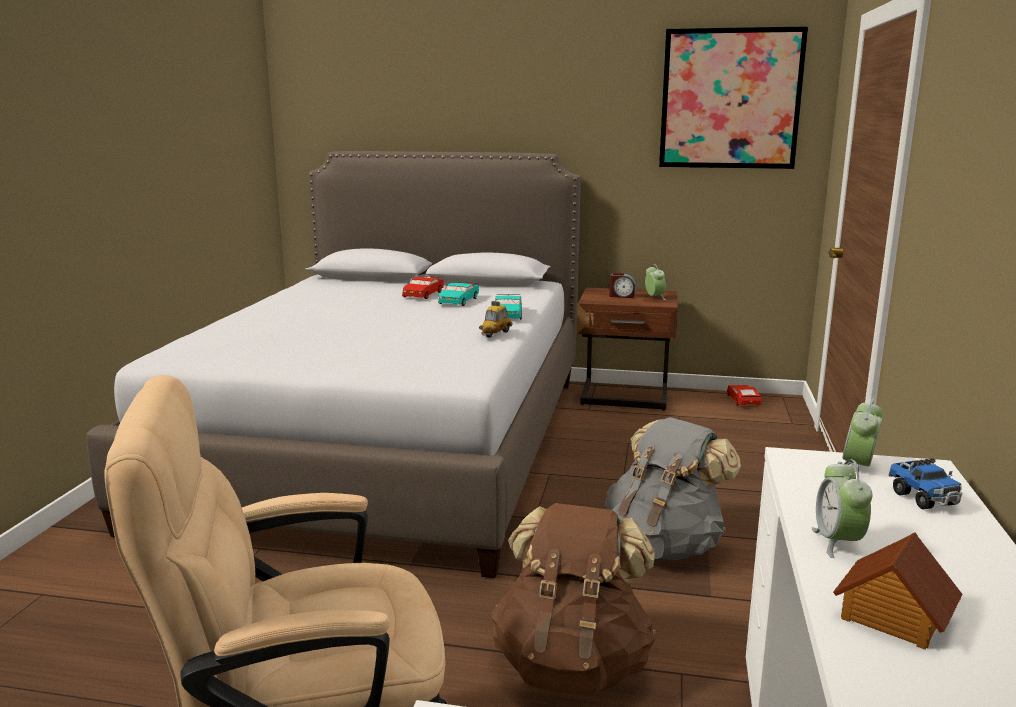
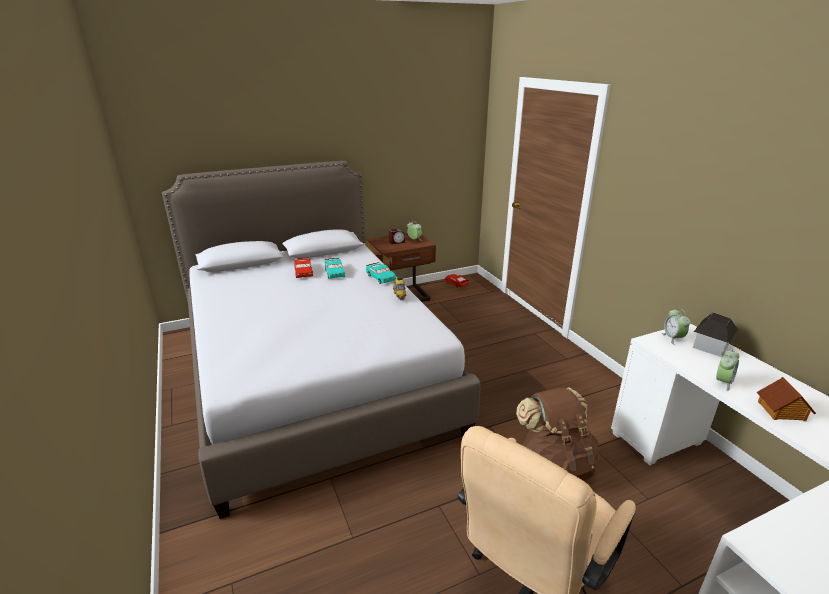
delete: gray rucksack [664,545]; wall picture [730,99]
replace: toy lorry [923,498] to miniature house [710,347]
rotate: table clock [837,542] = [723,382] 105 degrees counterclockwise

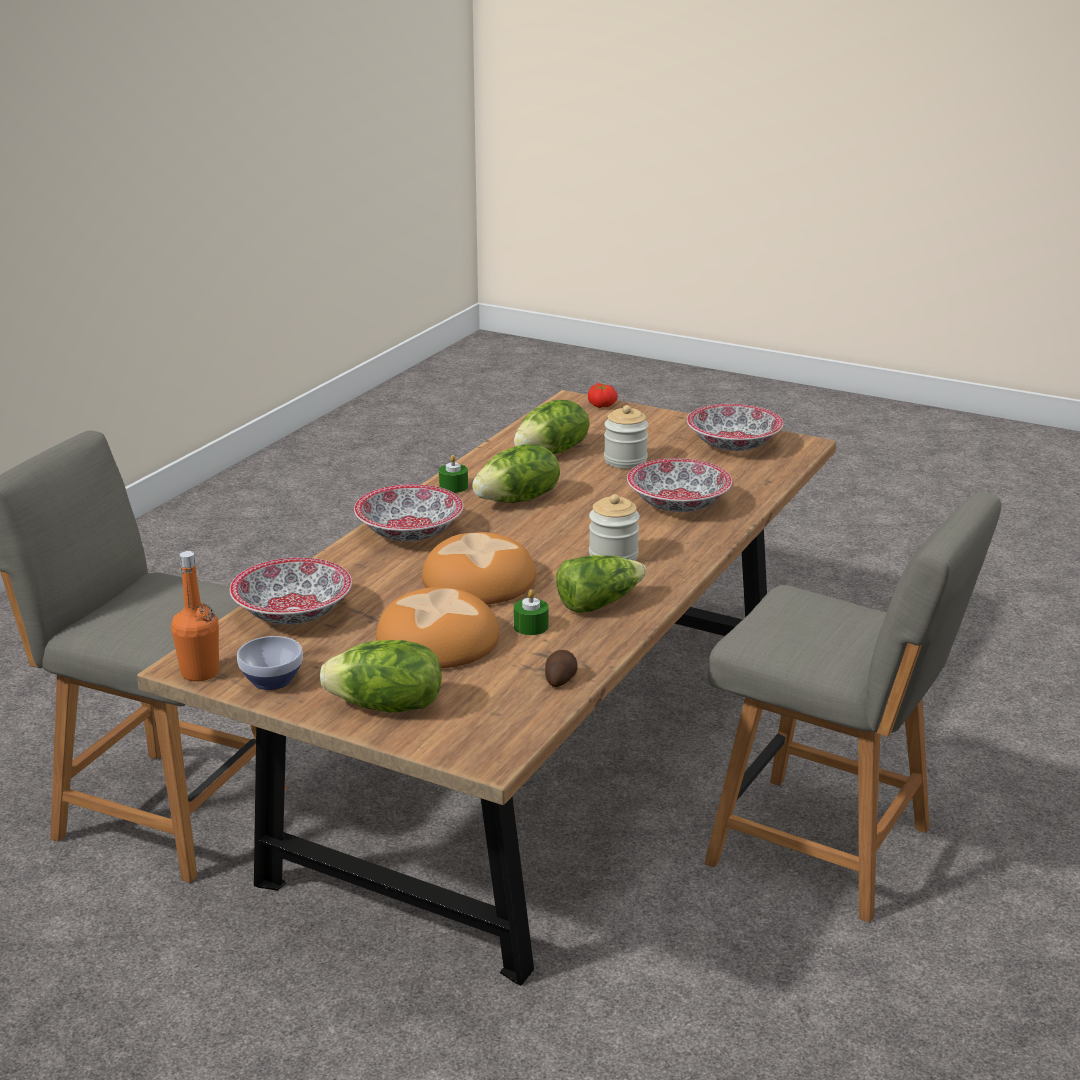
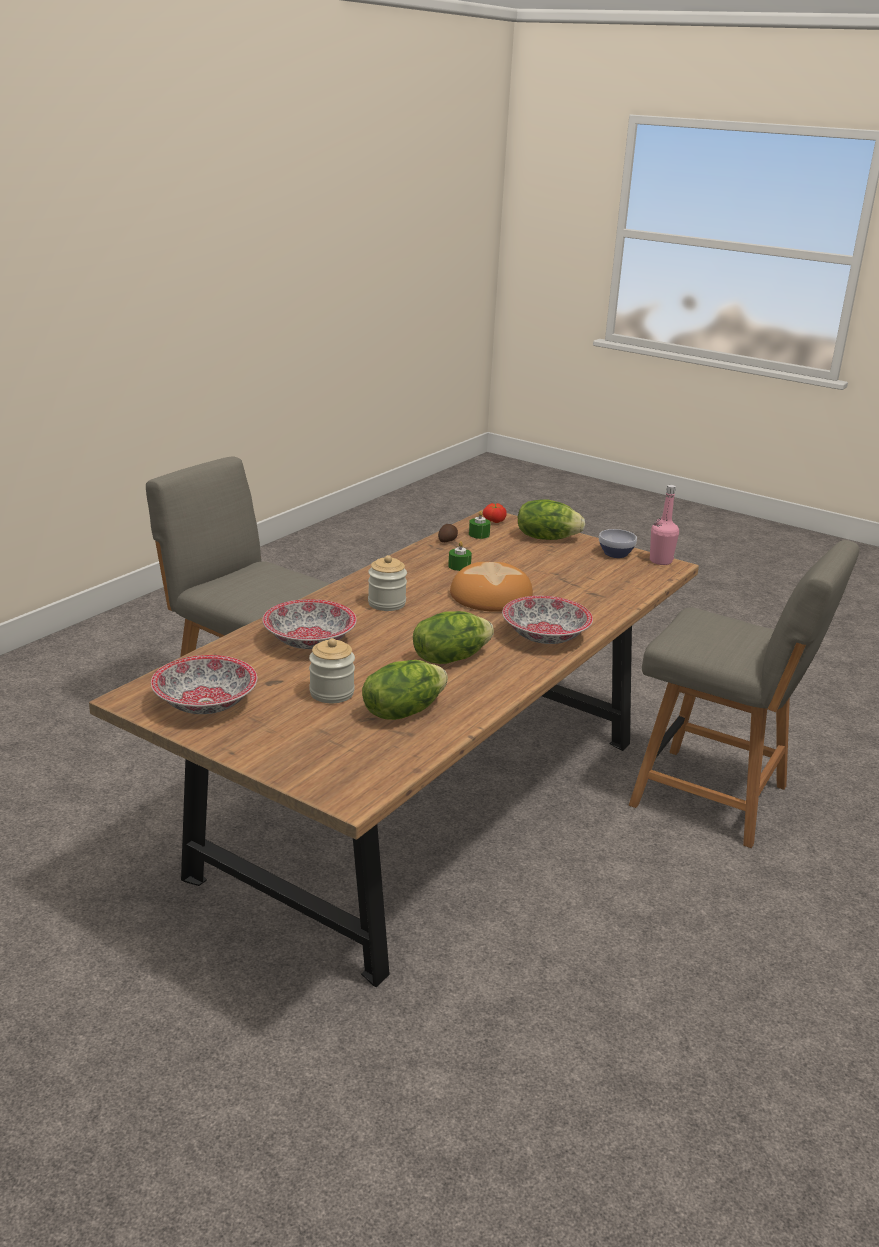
delete: deep dish [293,613]; baked bread [437,641]; lettuce head [598,603]
move: green-coloured wax light [453,487] to [479,534]; fresh tomato [602,405] to [494,520]
recolor: orange-coloured beverage bottle [200,672] to pinkish beverage bottle [660,561]

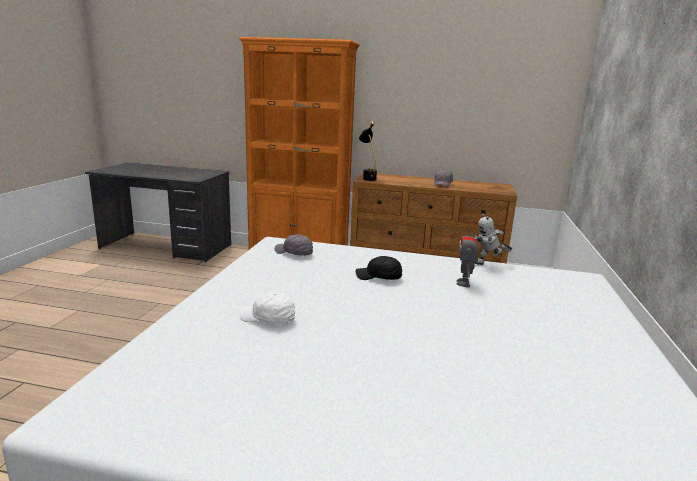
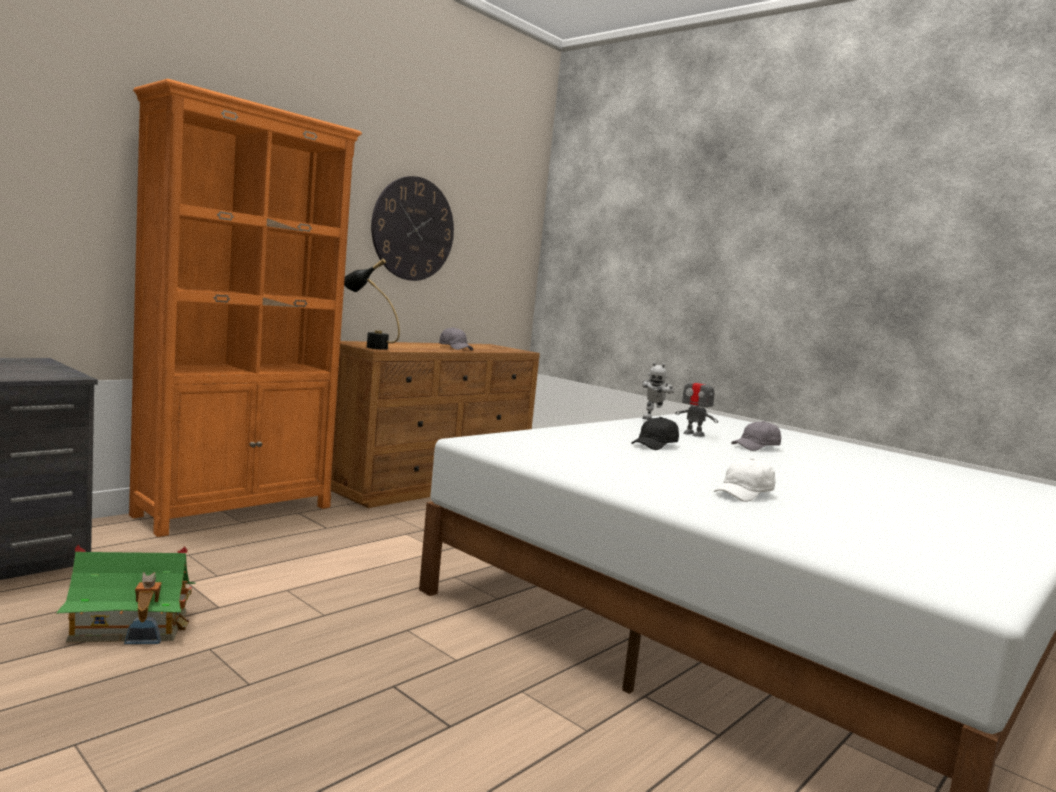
insert: miniature house [130,626]; clock on the wall [413,229]
move: gray cap [294,253] to [756,447]

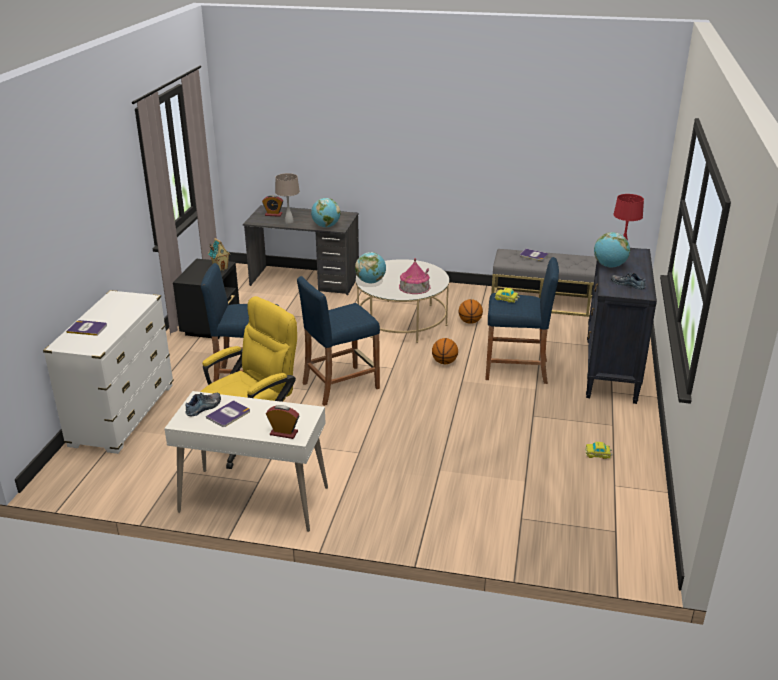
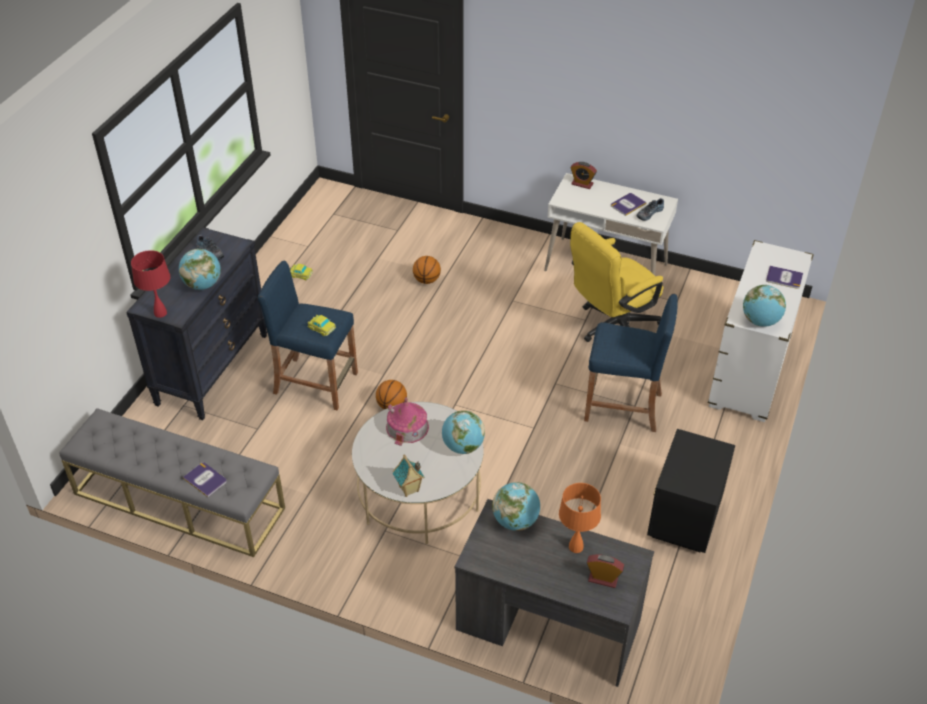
delete: blue-coloured stool seat [340,385]
insert: globe [760,321]
move: miniature house [220,268] to [409,489]; basketball [470,322] to [427,280]
recolor: beige-coloured tabletop lamp [289,222] to orange-coloured tabletop lamp [576,547]

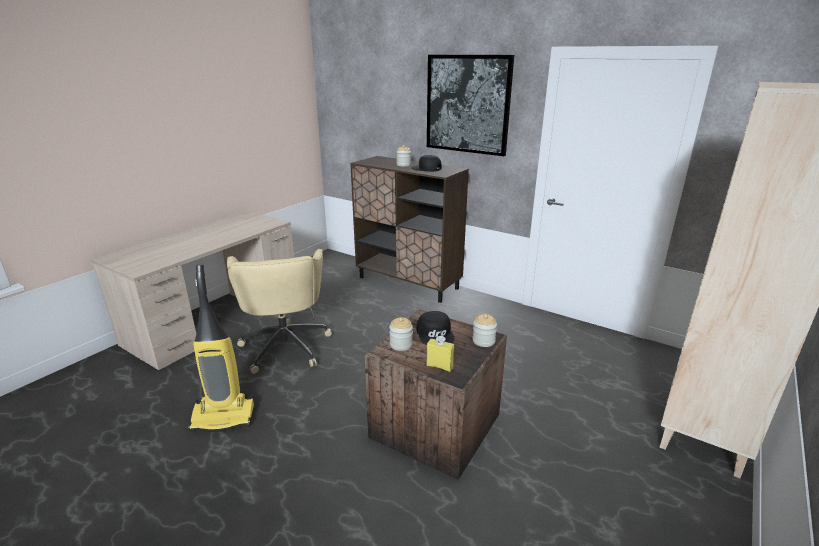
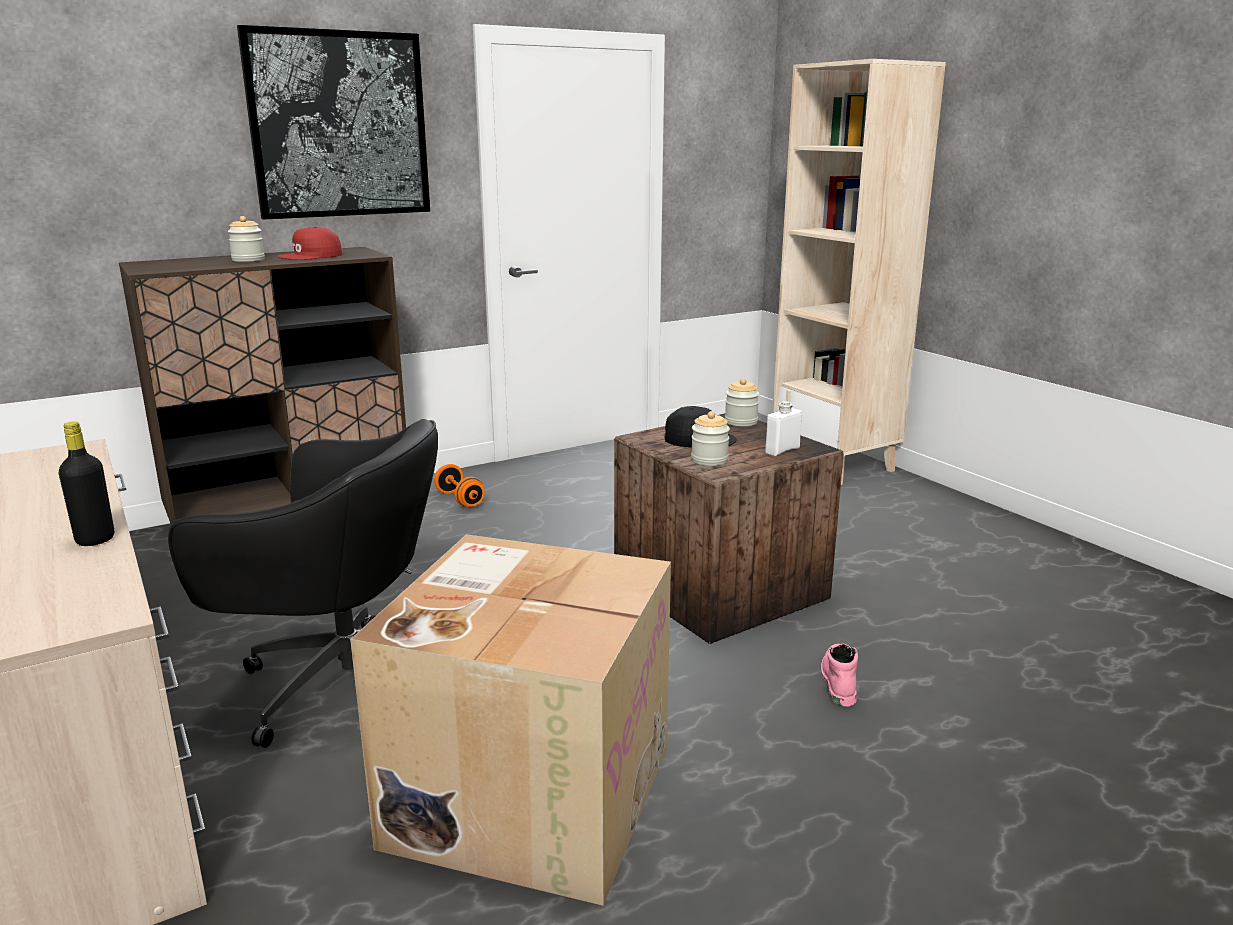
insert: black beverage bottle [95,539]; orange-coloured hand weight [460,500]; pinkish boot [838,681]
replace: hoover [224,416] to carton [529,792]
recolor: beige-coloured computer chair [286,345] to black computer chair [343,684]; black cap [426,168] to reddish cap [311,256]; yellowish beverage bottle [439,366] to white-coloured beverage bottle [782,450]

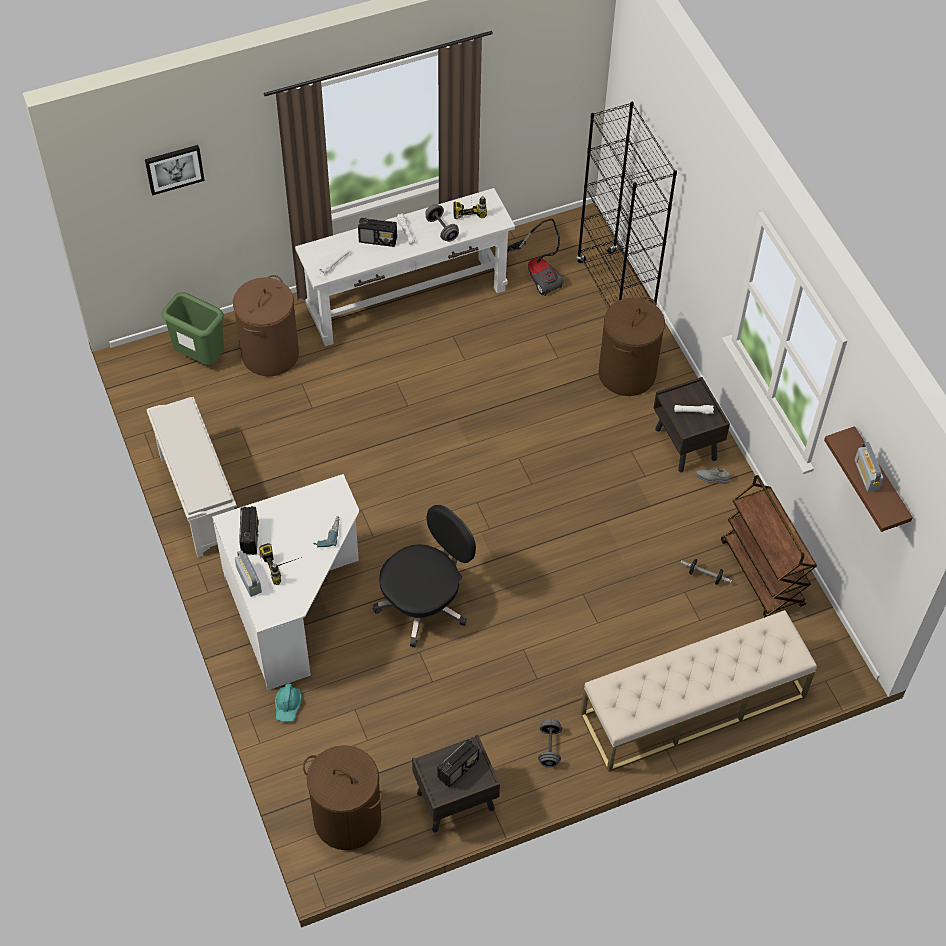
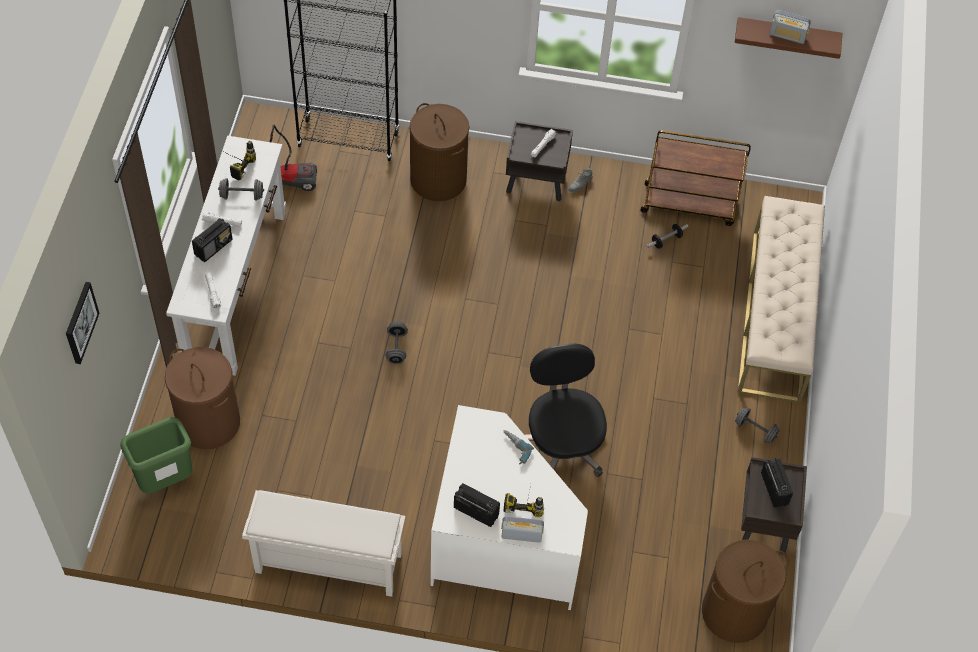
delete: turquoise safety helmet [288,705]
insert: gray hand weight [396,348]

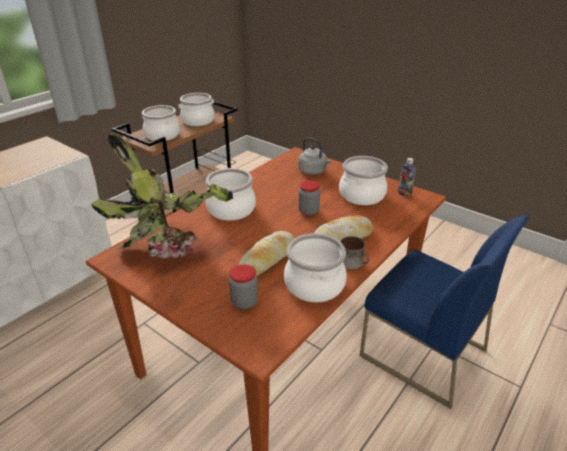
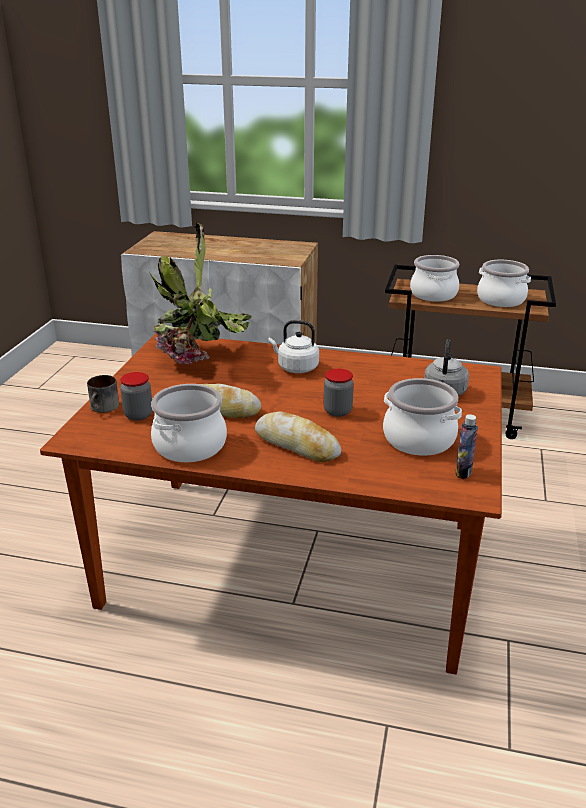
delete: blue-coloured plain chair [422,353]
move: coffee mug [354,263] to [104,408]
replace: stockpot [231,209] to white-coloured kettle [295,368]

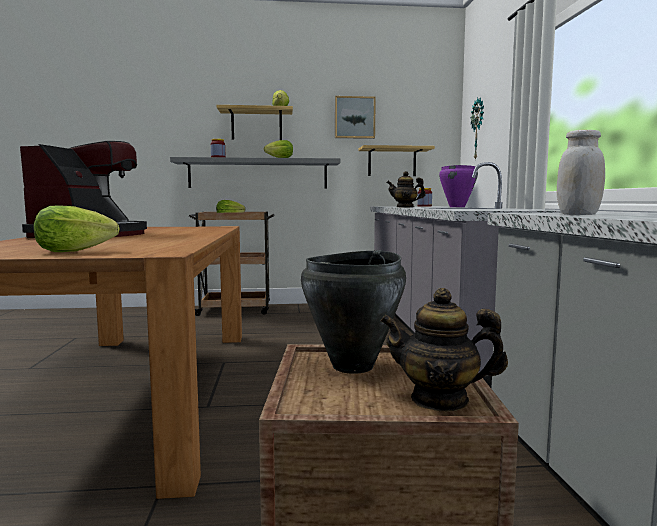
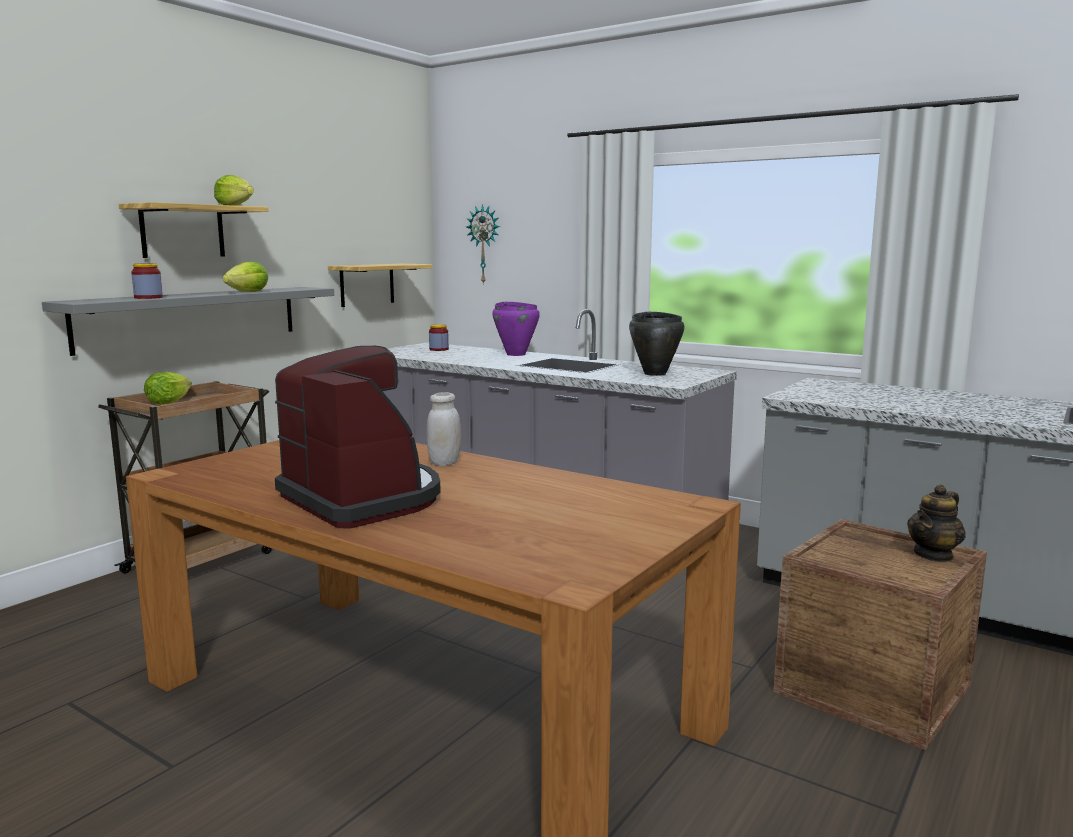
delete: lettuce head [74,251]; wall picture [354,117]; teapot [405,207]
move: white-coloured preserve jar [578,214] to [444,463]; black stockpot [354,366] to [655,373]

